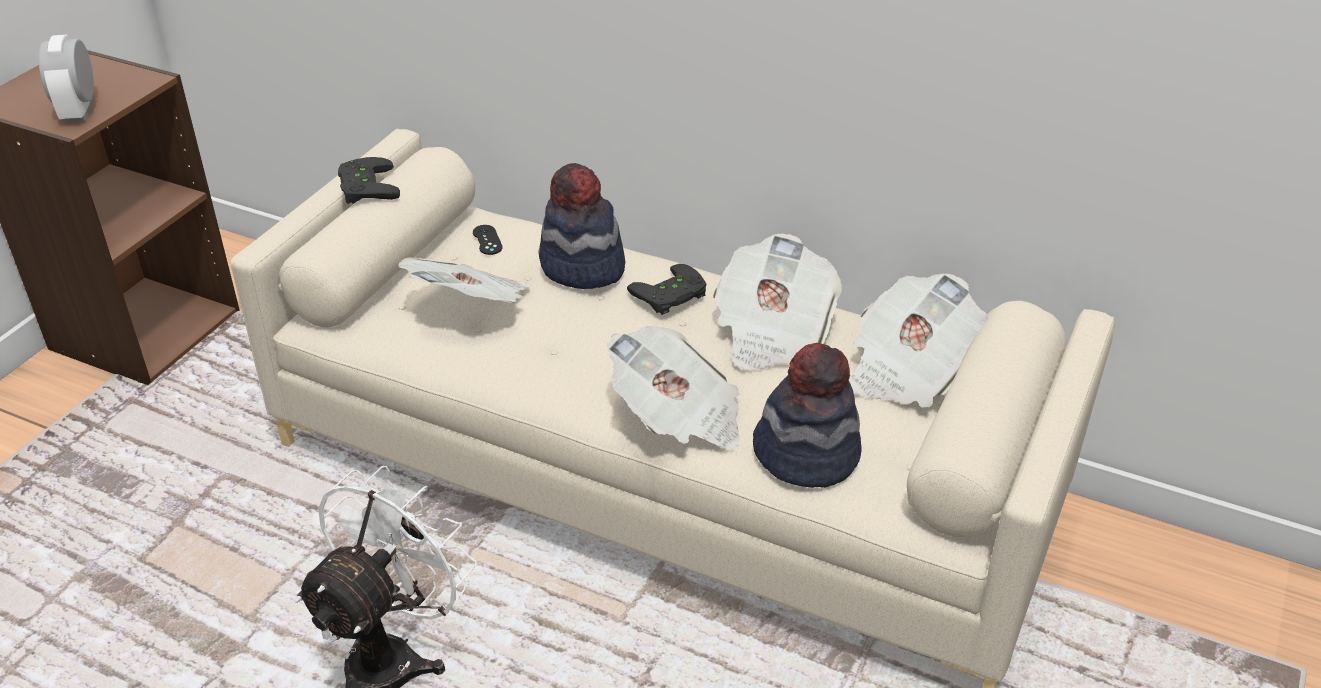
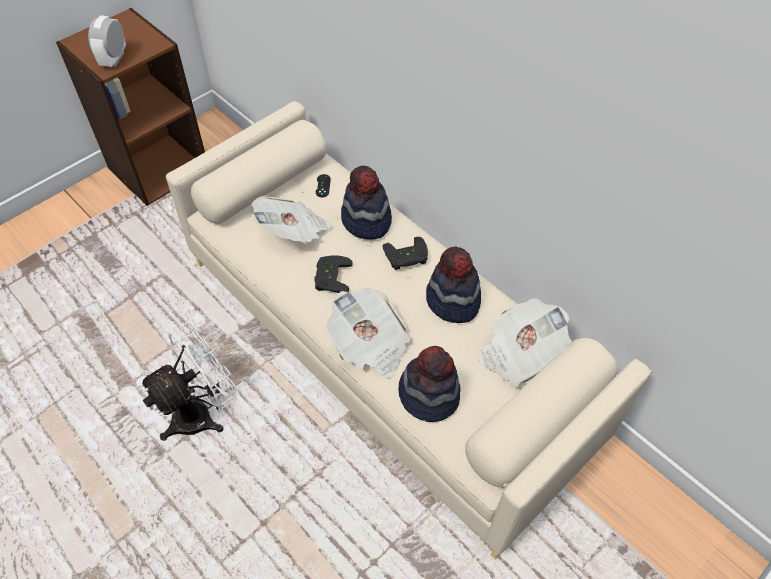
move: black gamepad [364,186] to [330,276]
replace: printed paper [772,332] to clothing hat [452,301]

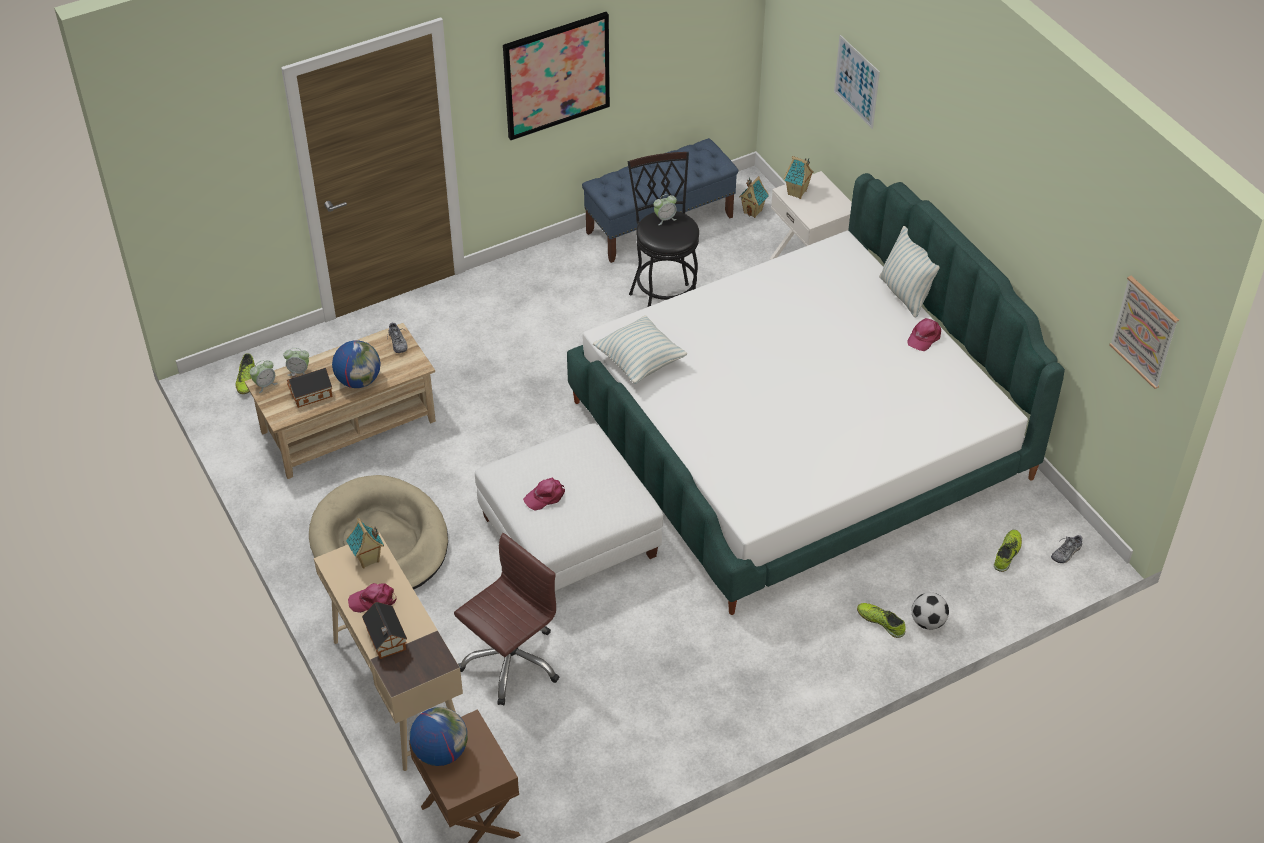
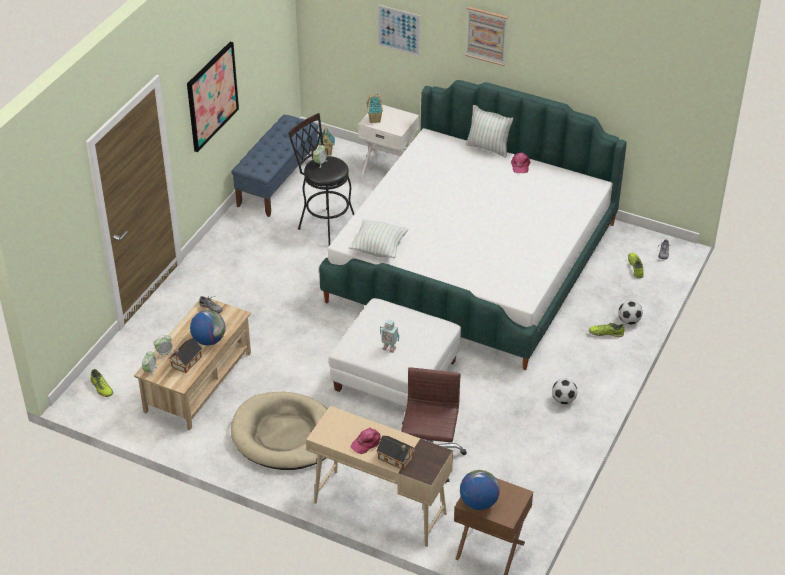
delete: miniature house [367,560]
insert: ball for football [563,400]
move: wall picture [1145,331] to [486,35]
replace: pinkish cap [545,496] to robot figure [389,347]

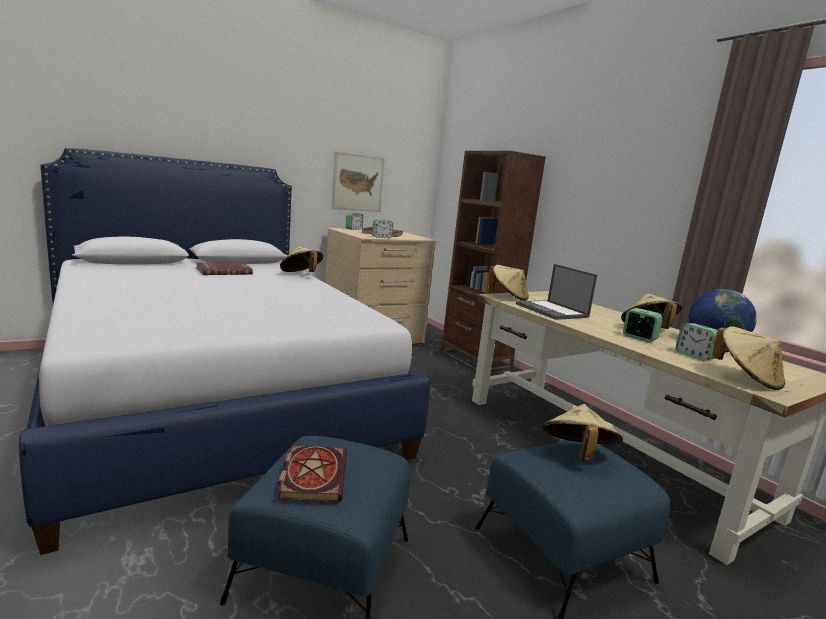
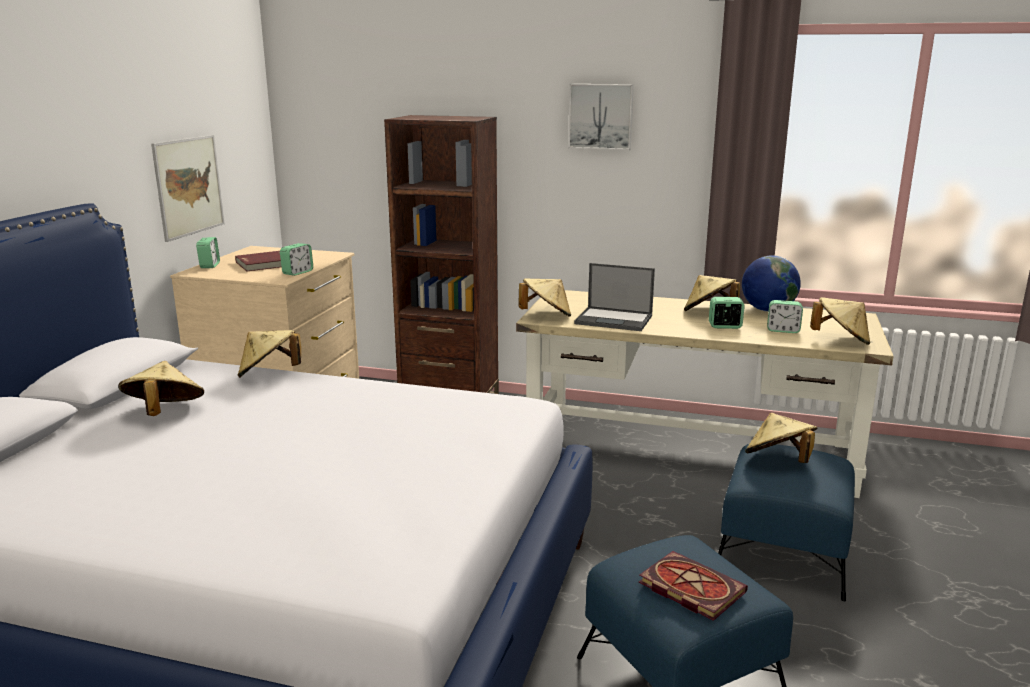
insert: wall picture [601,116]
replace: reddish volume [224,271] to beige-coloured clothing hat [164,413]

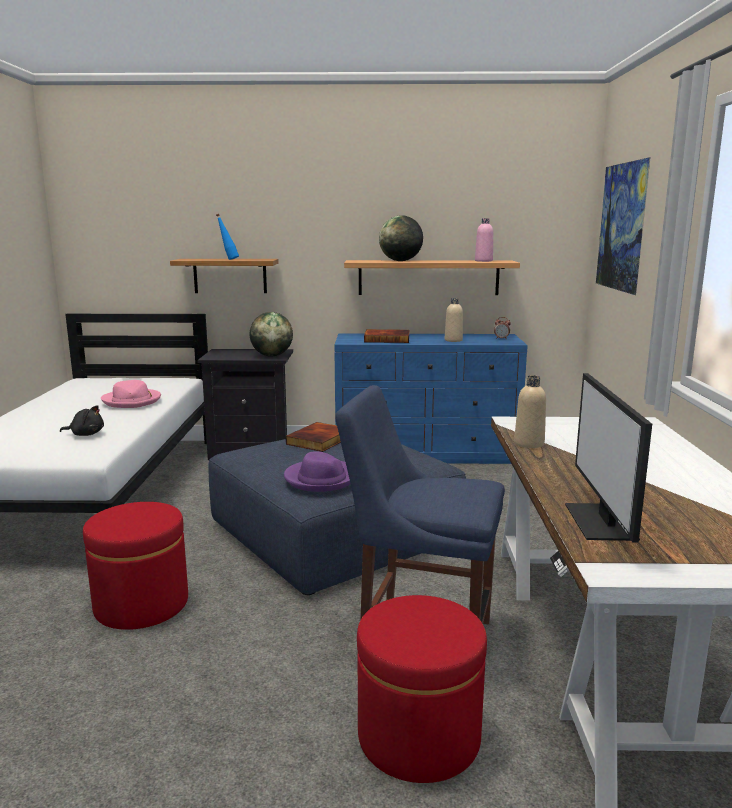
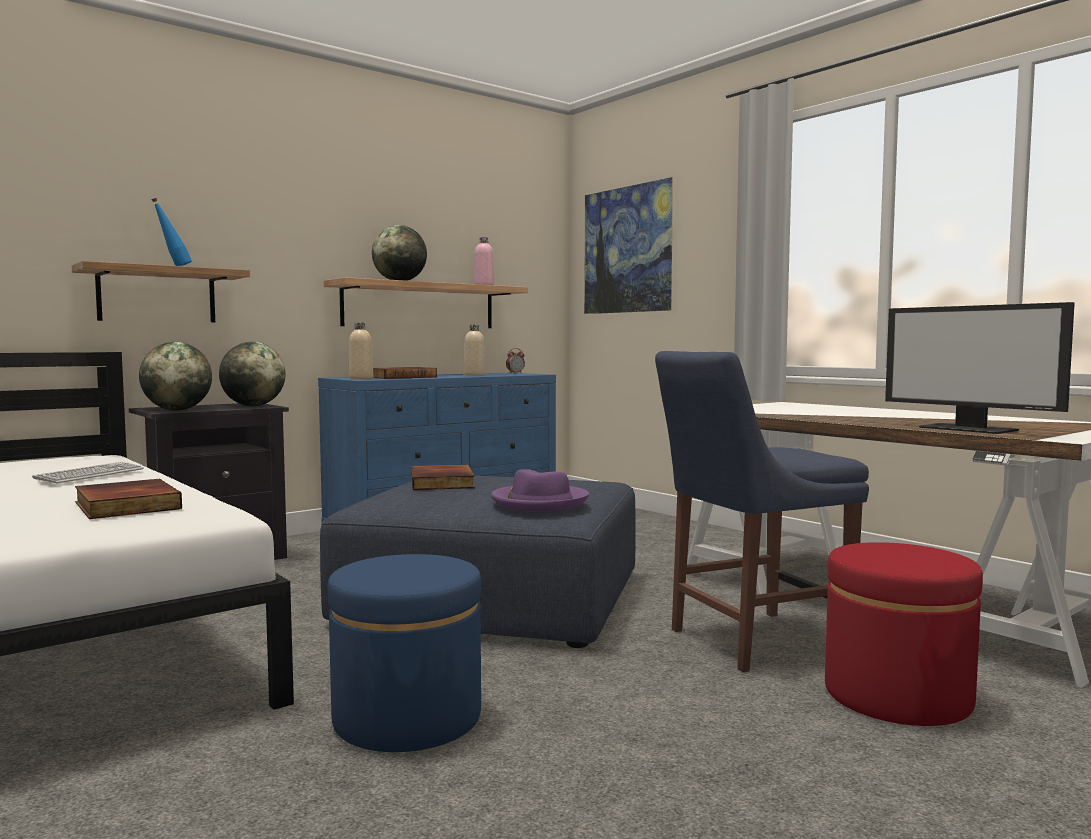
insert: globe [177,410]
move: beige-coloured beverage bottle [529,443] to [361,379]
replace: pinkish clothing hat [132,401] to keyboard [90,474]; black soft toy [86,434] to volume [124,505]
recolor: reddish footrest [141,604] to blue-coloured footrest [407,718]

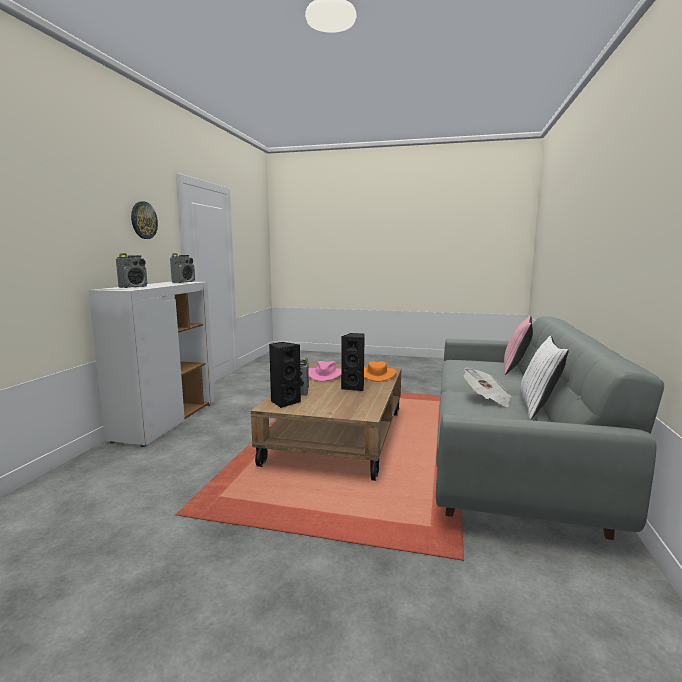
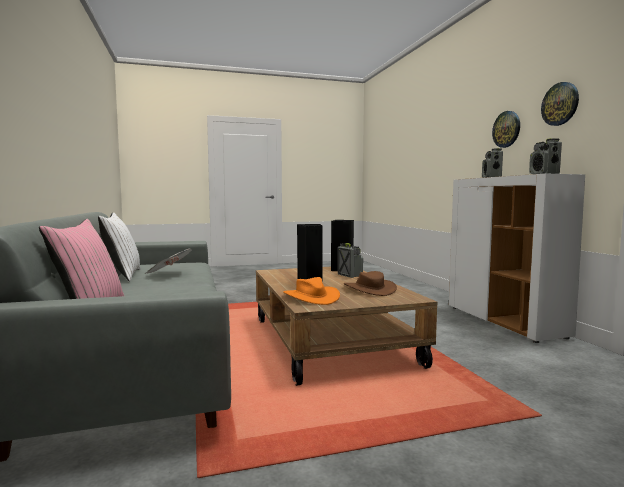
insert: clock on the wall [506,129]
recolor: pinkish clothing hat [325,375] to brown clothing hat [369,289]

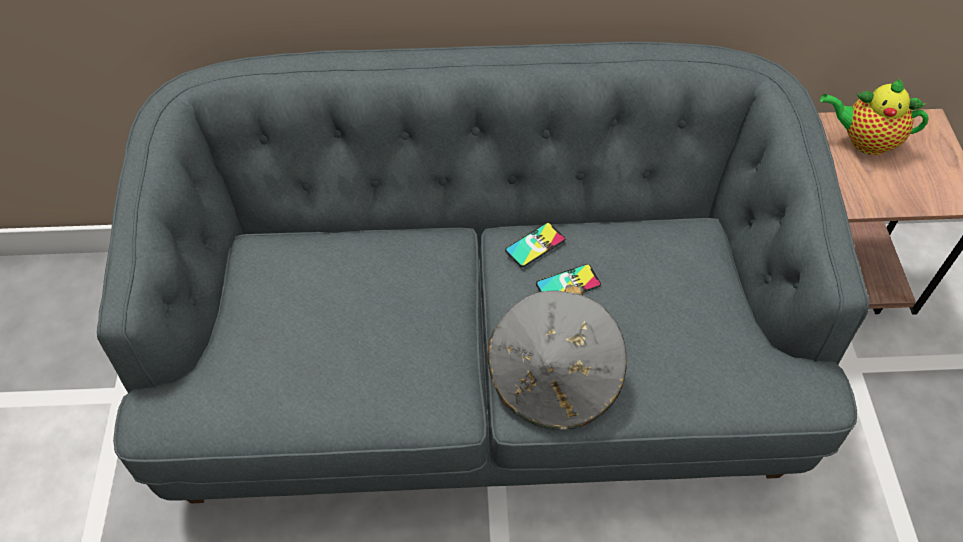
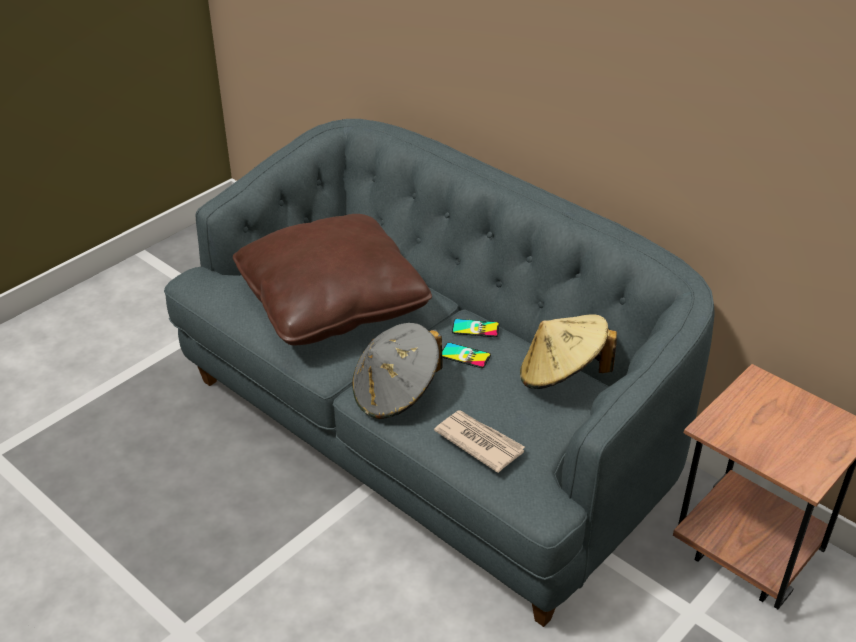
delete: teapot [864,141]
insert: brown cushion [332,302]; printed paper [479,442]; beige-coloured clothing hat [562,375]

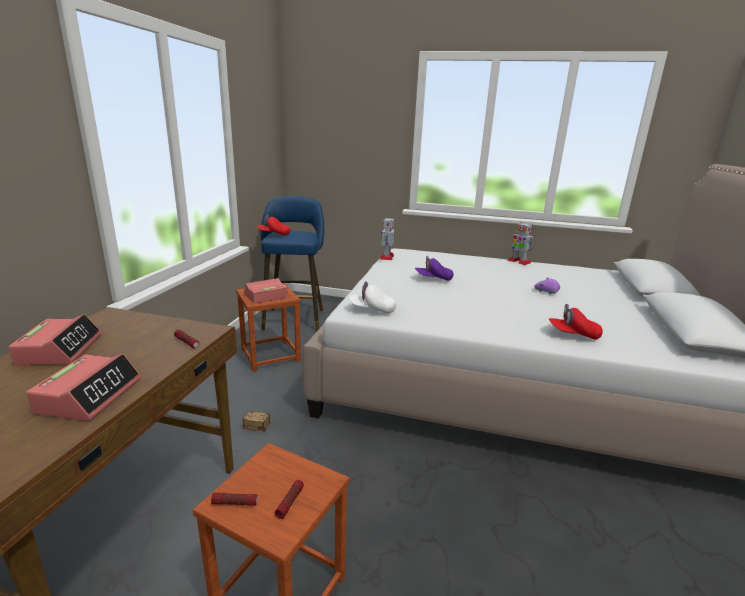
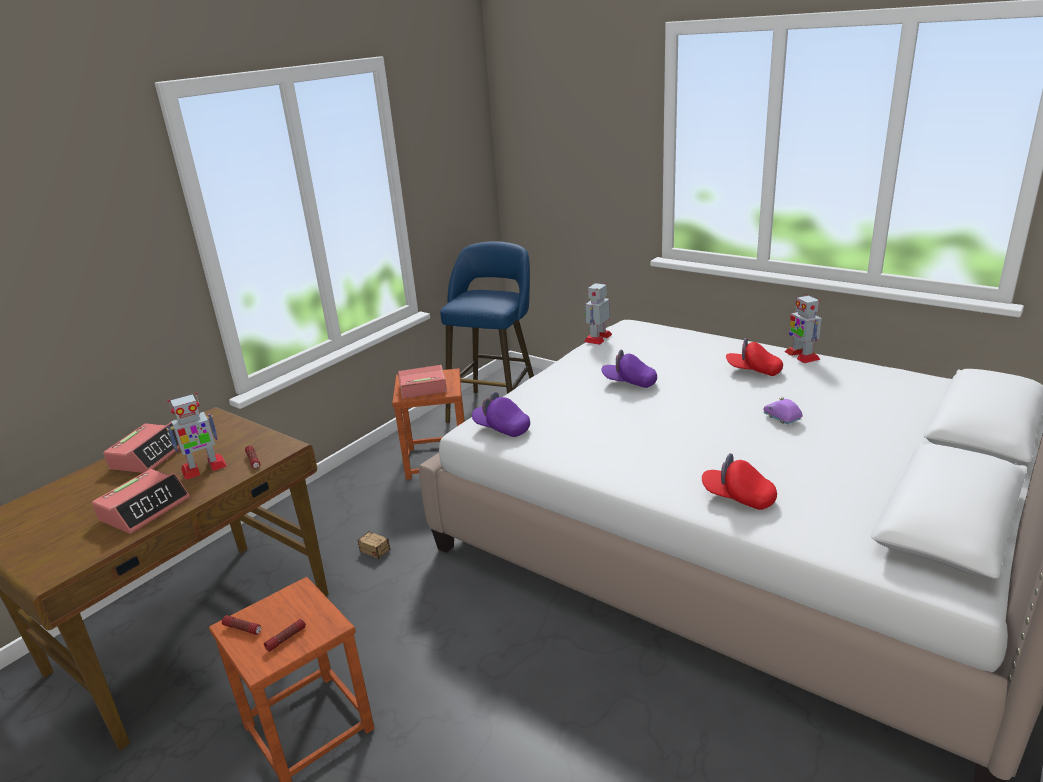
insert: robot figure [203,468]
move: reddish cap [274,234] to [753,371]
recolor: white-coloured cap [372,309] to purplish cap [501,428]

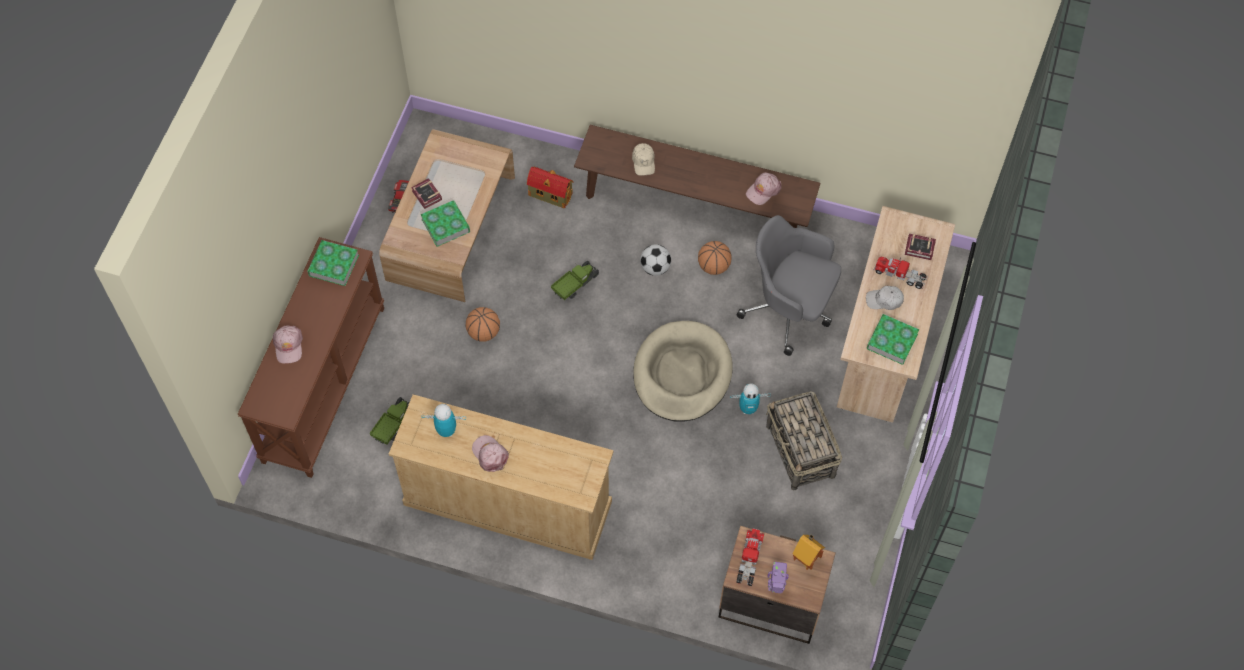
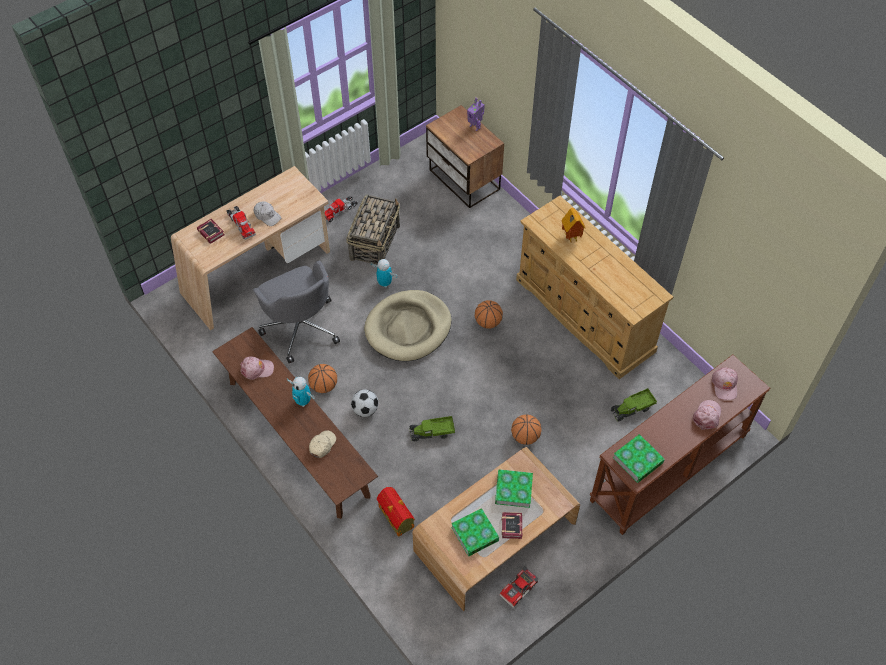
insert: basketball [488,322]
move: robot figure [446,431] to [303,401]; toy lorry [749,559] to [339,210]; volume [892,341] to [475,534]; miniature house [806,559] to [570,237]; pinkish cap [490,454] to [724,385]

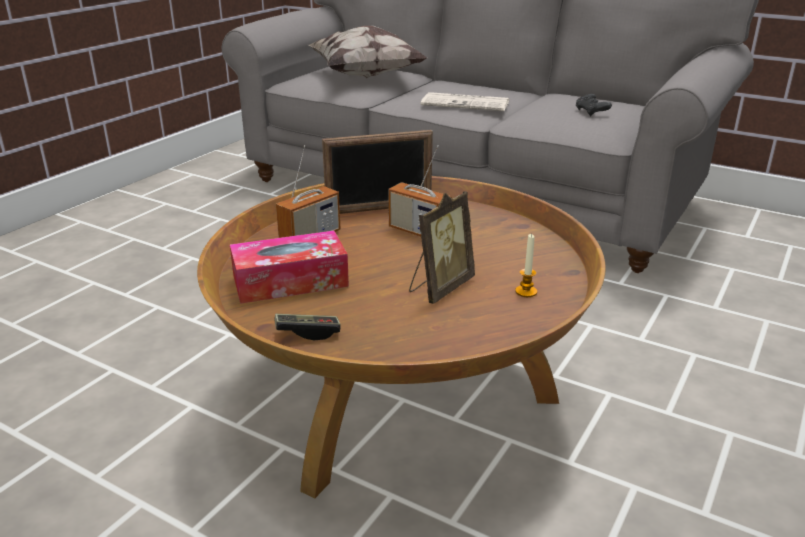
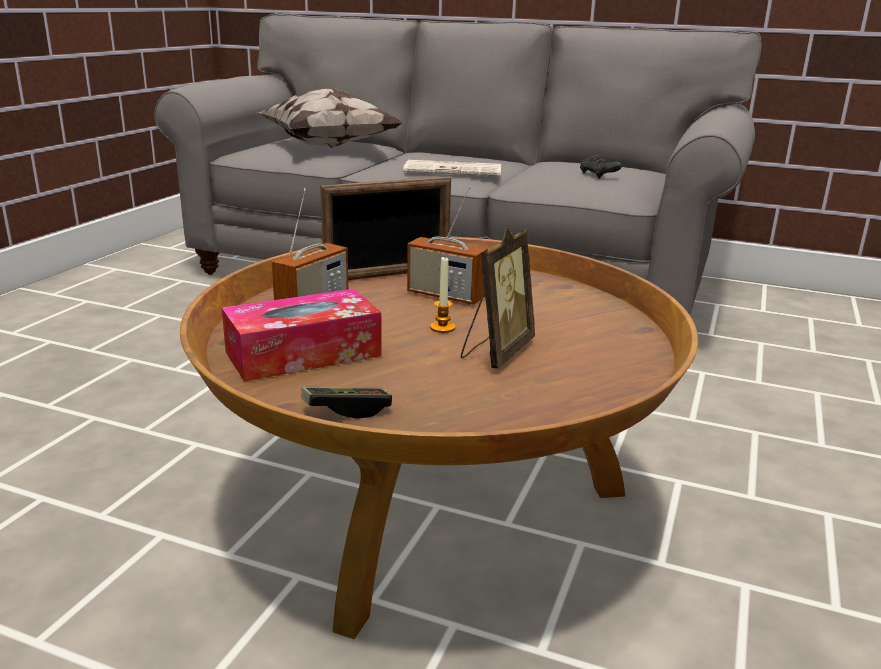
move: wax light [526,292] to [442,328]

